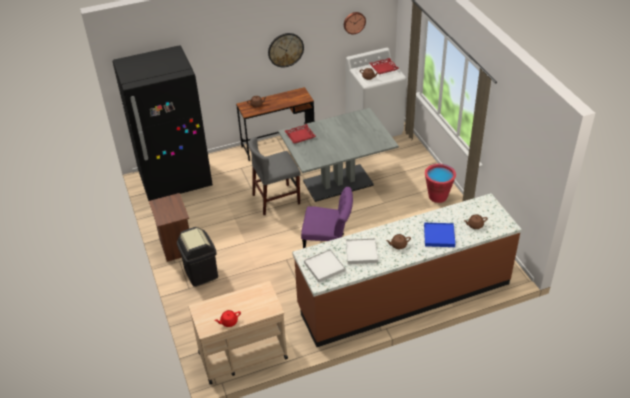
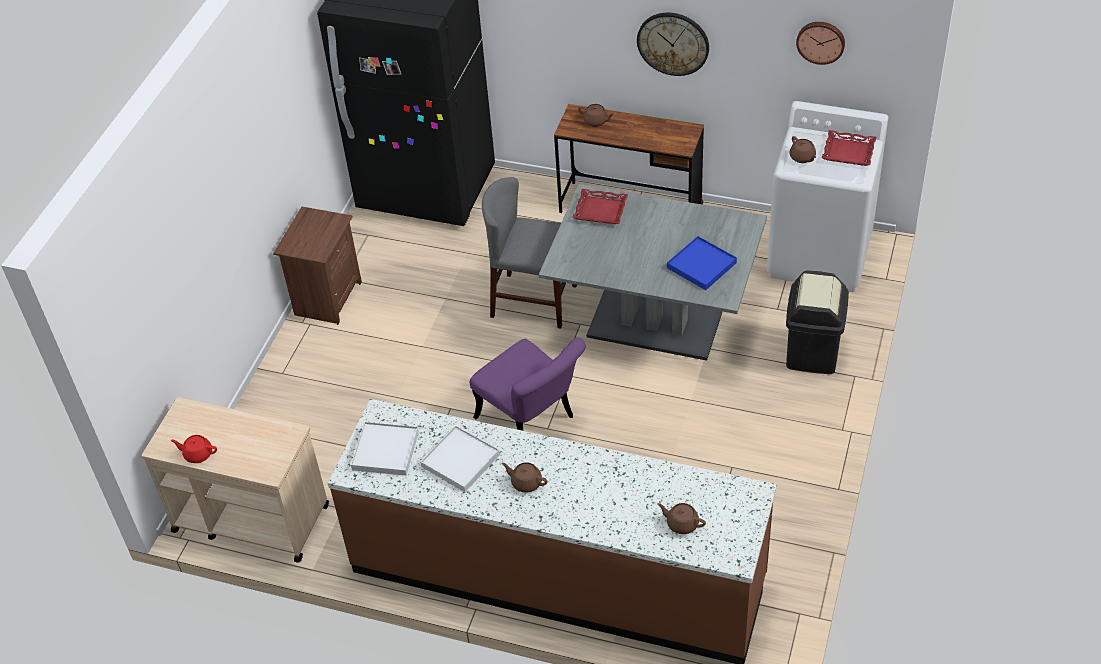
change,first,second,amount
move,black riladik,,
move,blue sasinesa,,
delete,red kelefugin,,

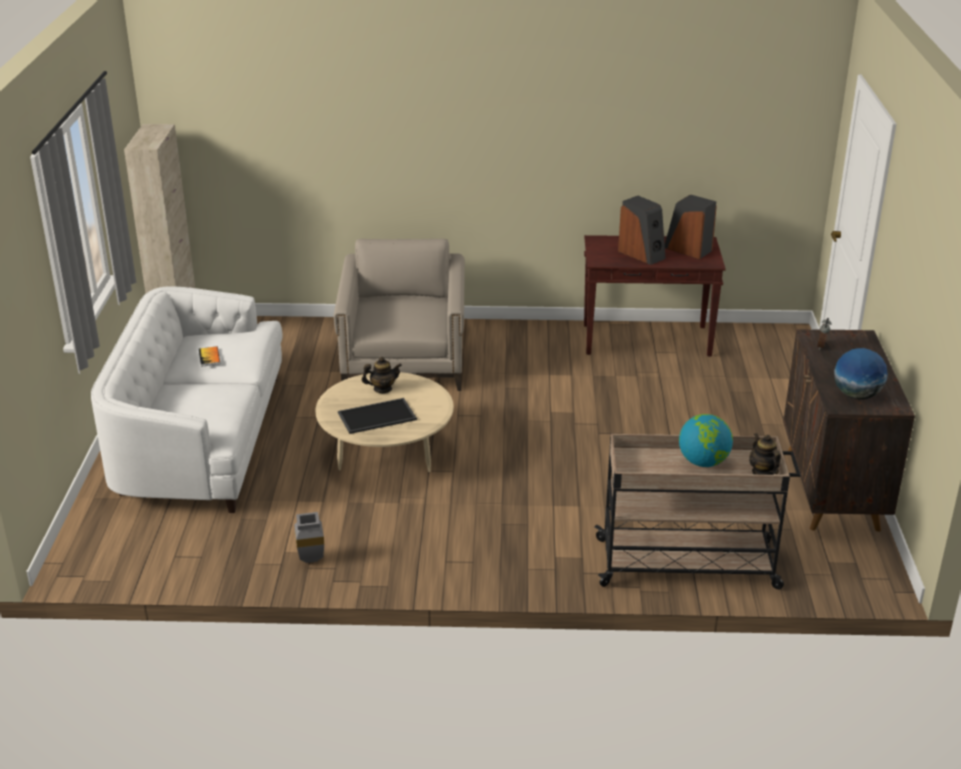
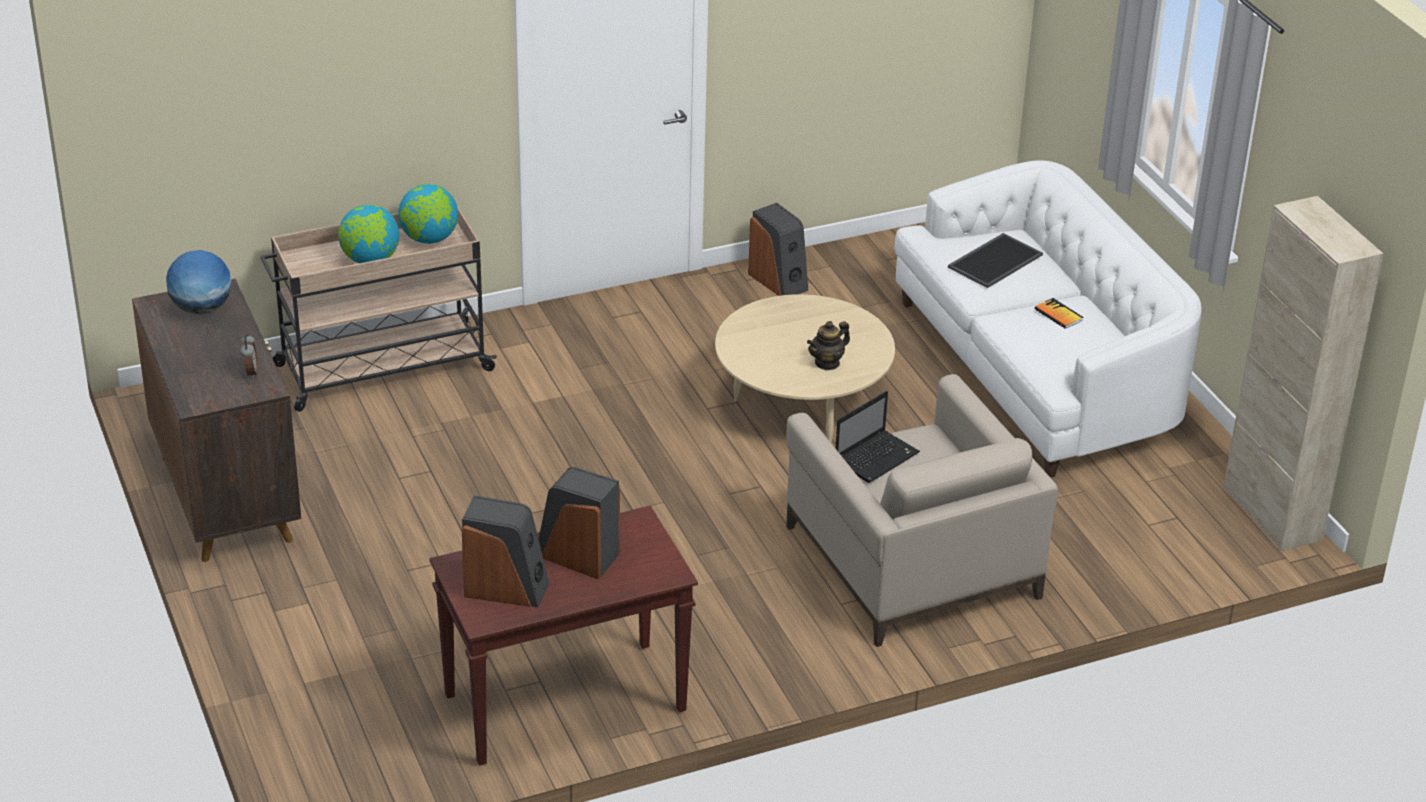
change,first,second,amount
replace,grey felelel,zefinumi (3rd from left),
move,sasinesa,,
delete,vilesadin (2nd from left),,
insert,,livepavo (3rd from left),
insert,,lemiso,

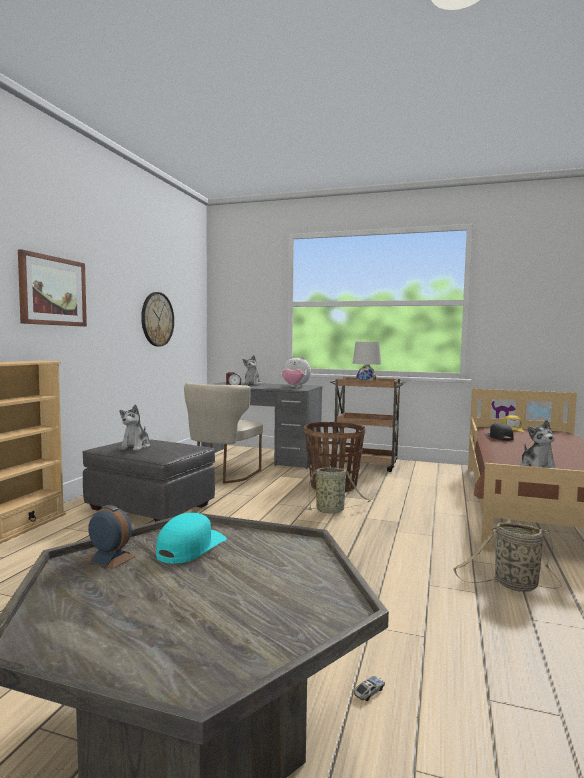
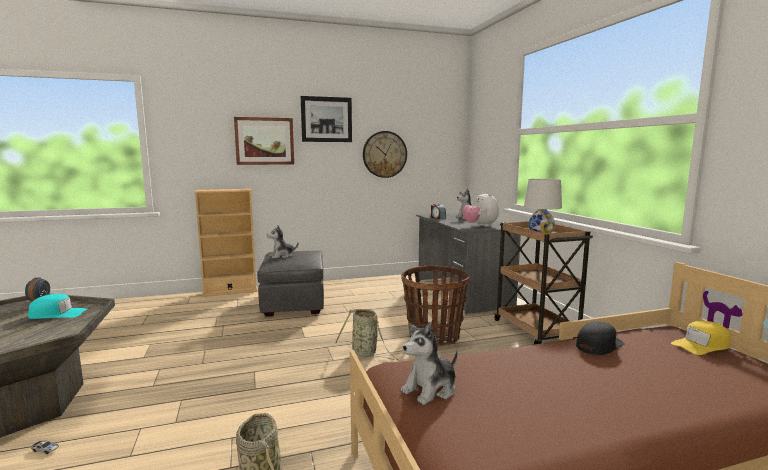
change,first,second,amount
delete,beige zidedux,,
insert,,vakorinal (2nd from left),

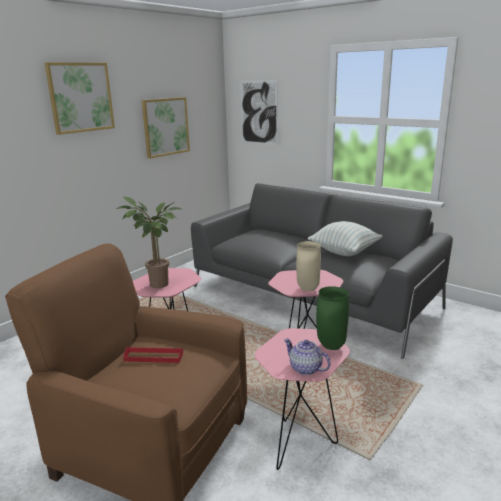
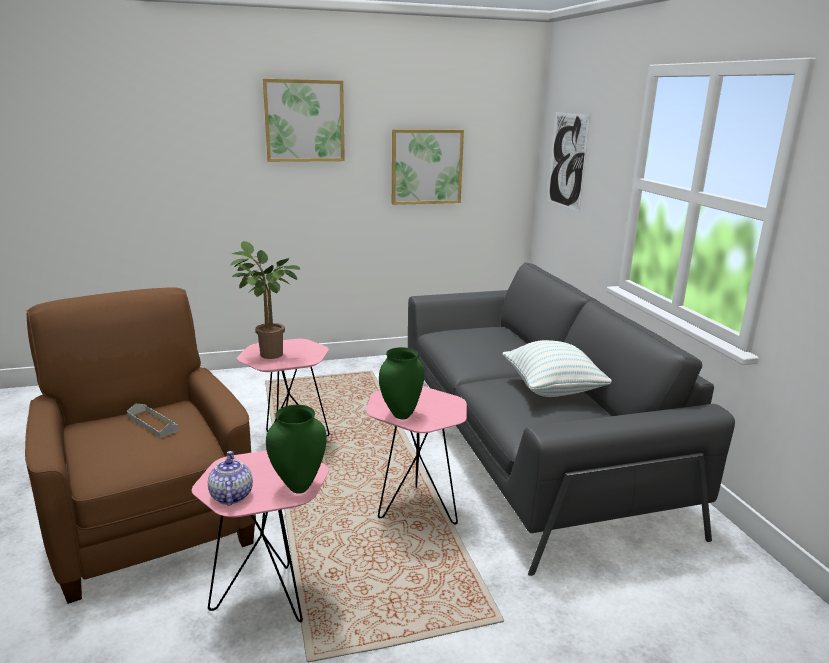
change,first,second,amount
recolor,red sasinesa,grey sasinesa,
recolor,beige felelel,green felelel (2nd from left),

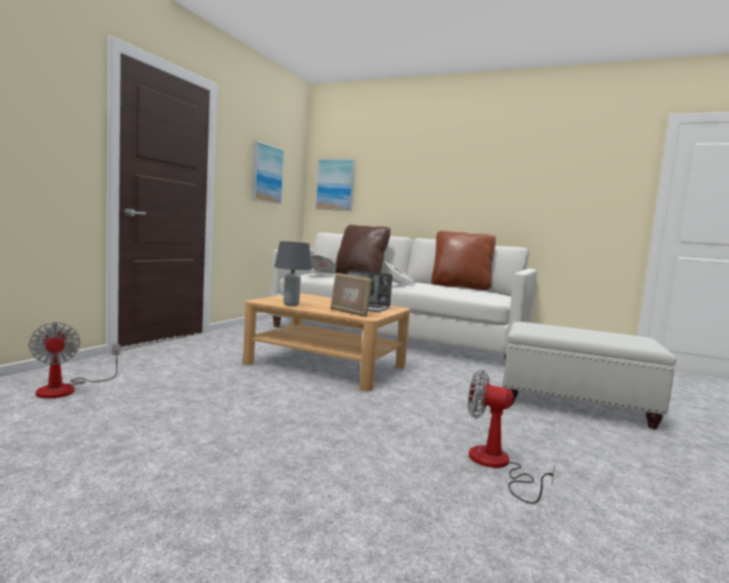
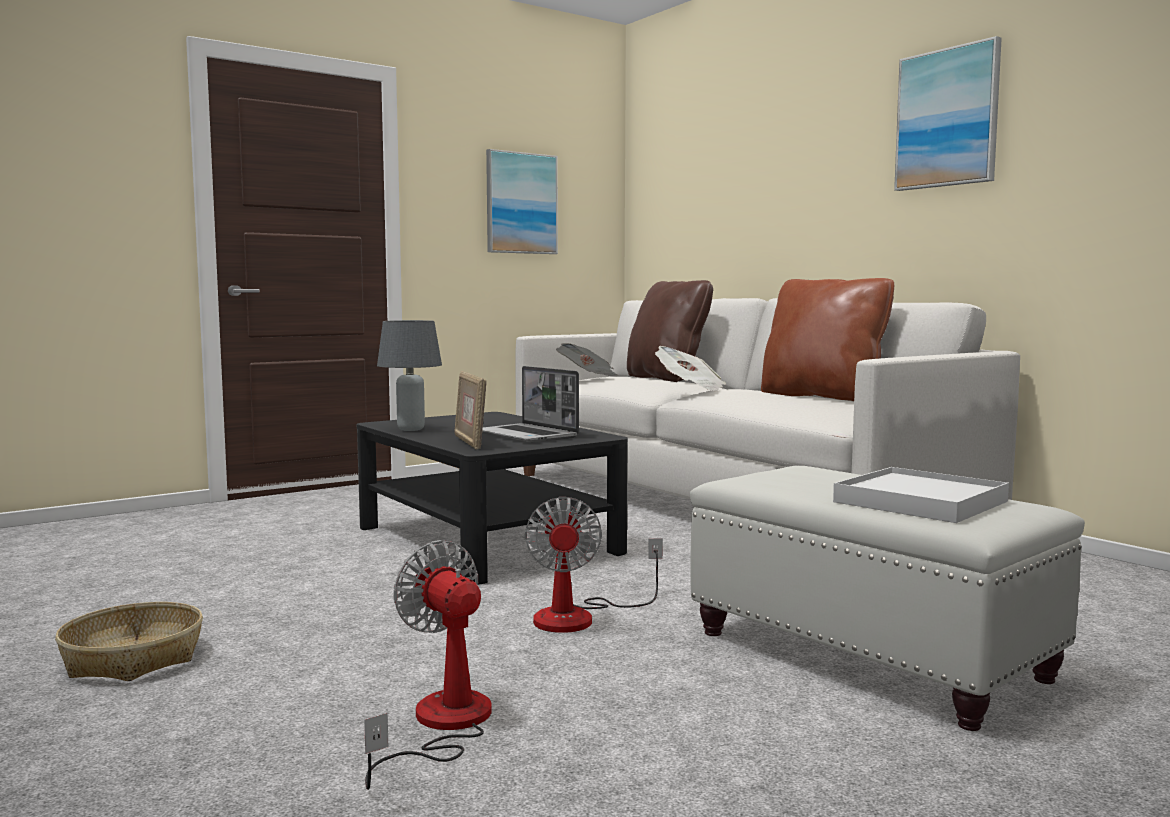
change,first,second,amount
move,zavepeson (1st from left in the first image),zavepeson (2nd from left),
recolor,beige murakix,black murakix,
move,vakorinal (2nd from left),,
insert,,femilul,
insert,,white sasinesa,

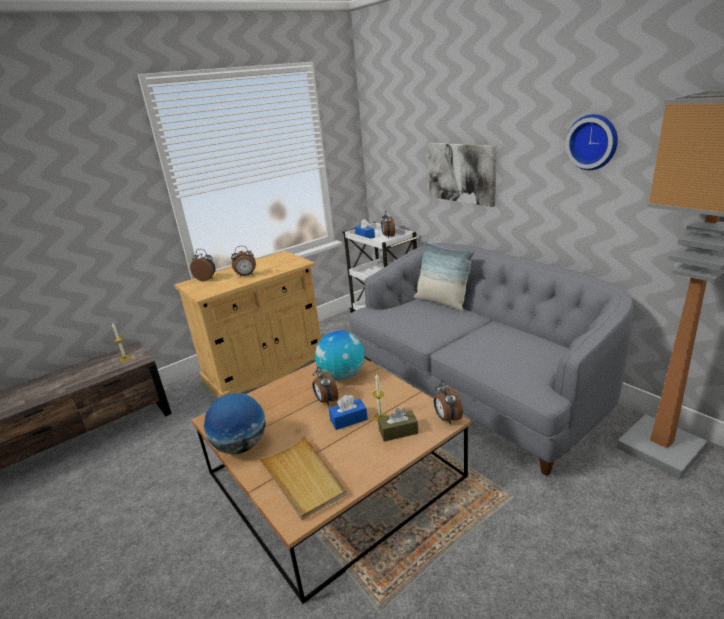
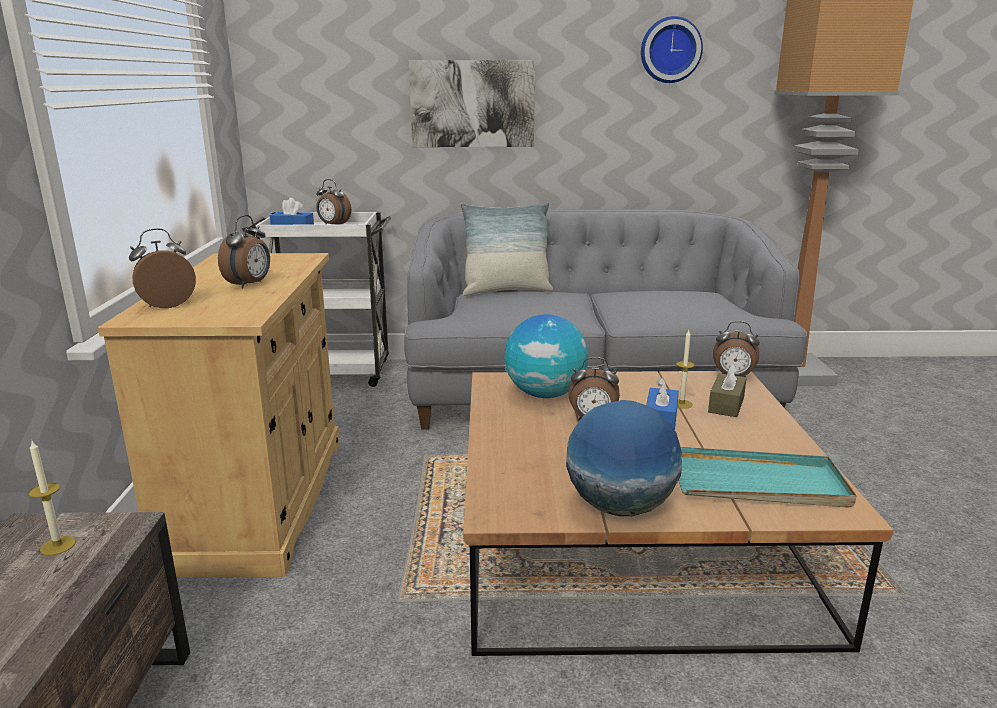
change,first,second,amount
recolor,beige sasinesa,turquoise sasinesa,

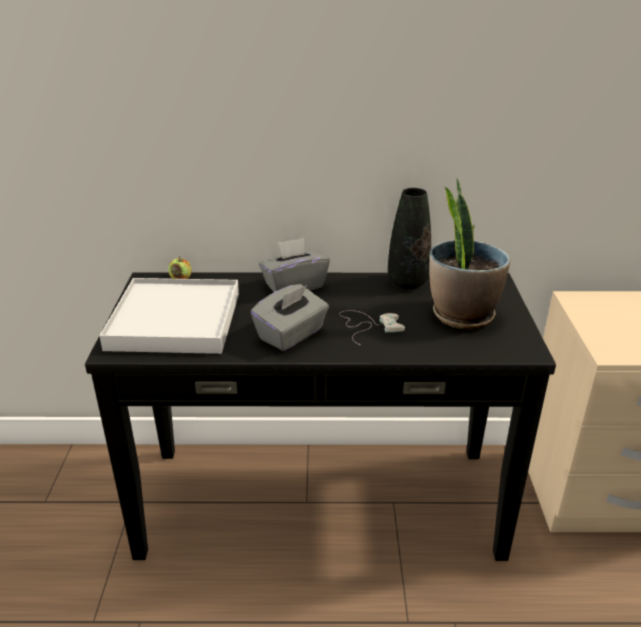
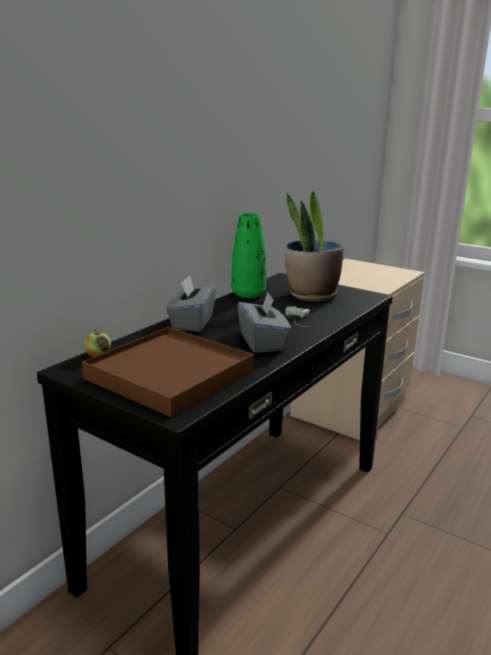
change,first,second,amount
recolor,white sasinesa,brown sasinesa,
recolor,black felelel,green felelel,

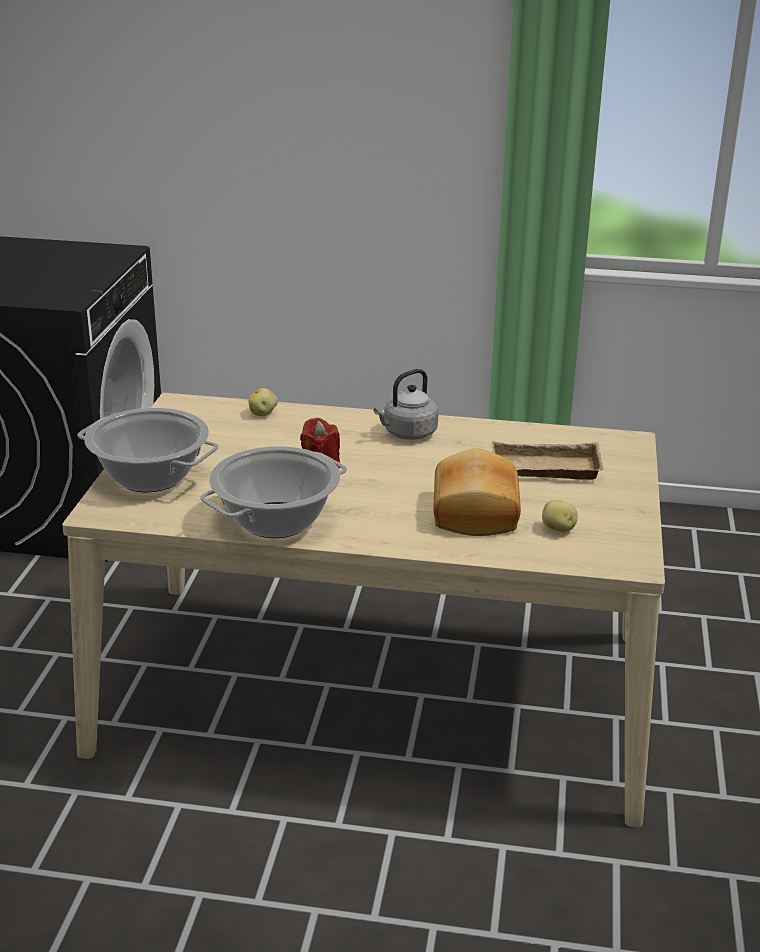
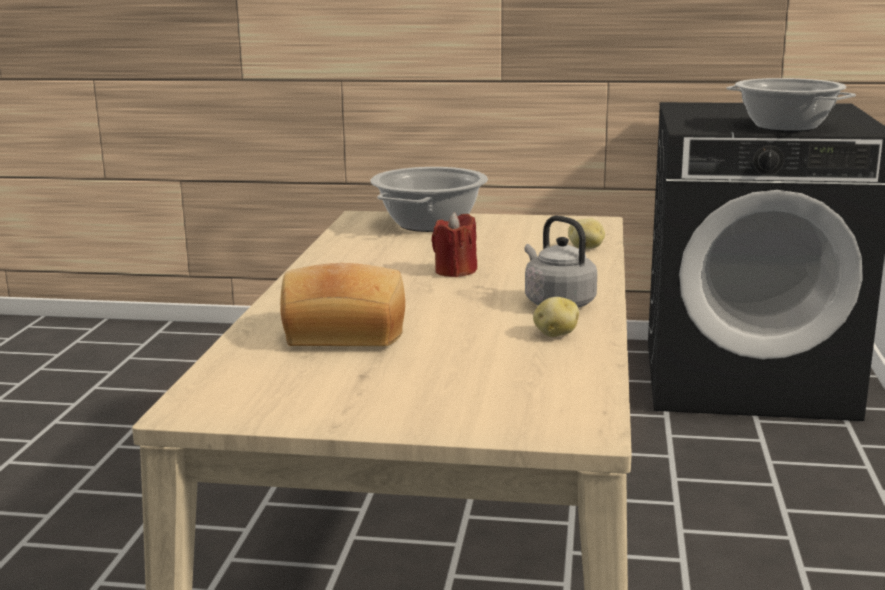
change,first,second,amount
move,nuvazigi (2nd from left),,
delete,beige sasinesa,,
move,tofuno (2nd from left in the first image),tofuno (1st from left),

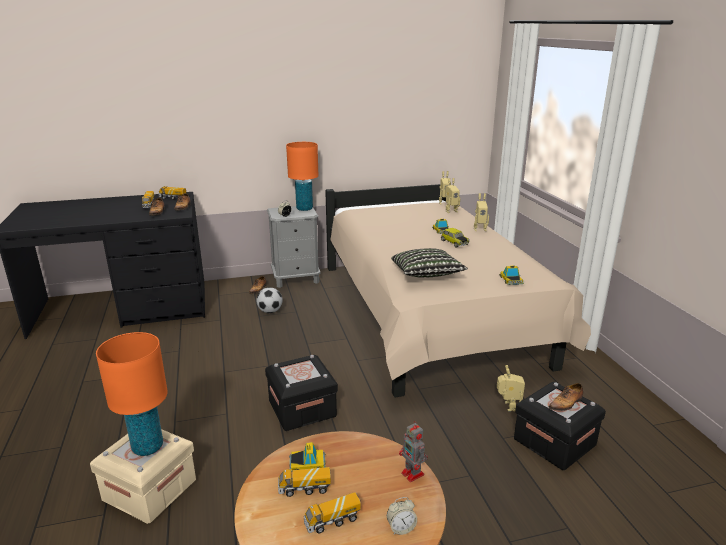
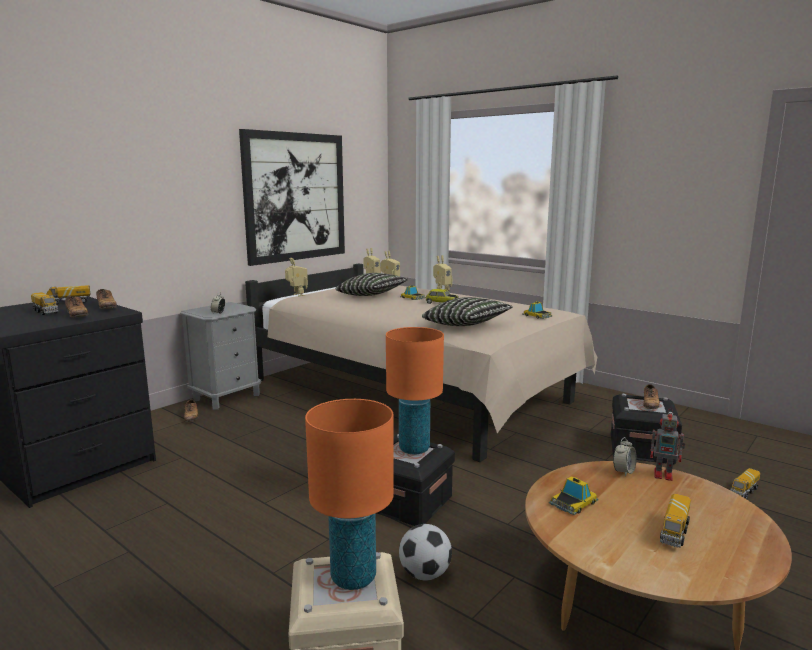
change,first,second,amount
move,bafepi,,
move,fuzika (3rd from left in the first image),fuzika (4th from left),
move,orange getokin (2nd from left),,
move,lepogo (2nd from left),,
move,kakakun (5th from left in the first image),kakakun (1st from left),
insert,,vakorinal,
insert,,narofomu (1st from left),

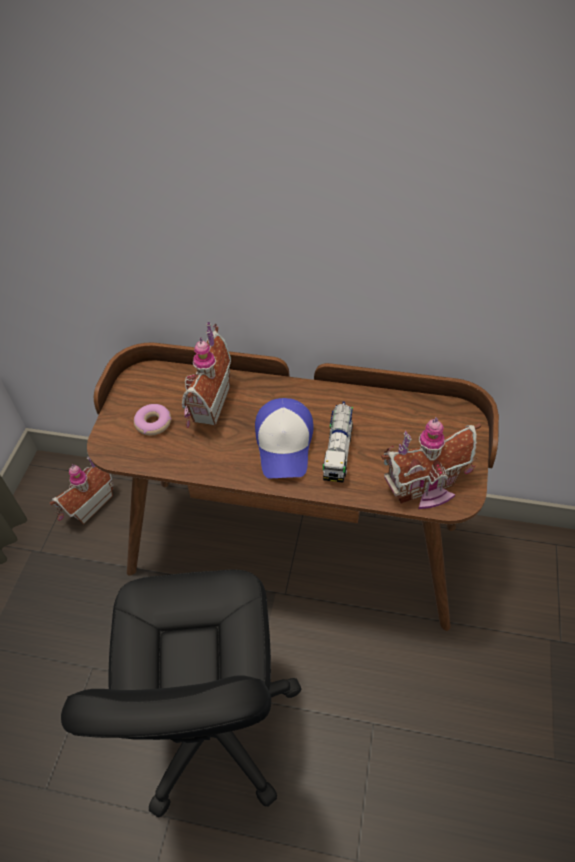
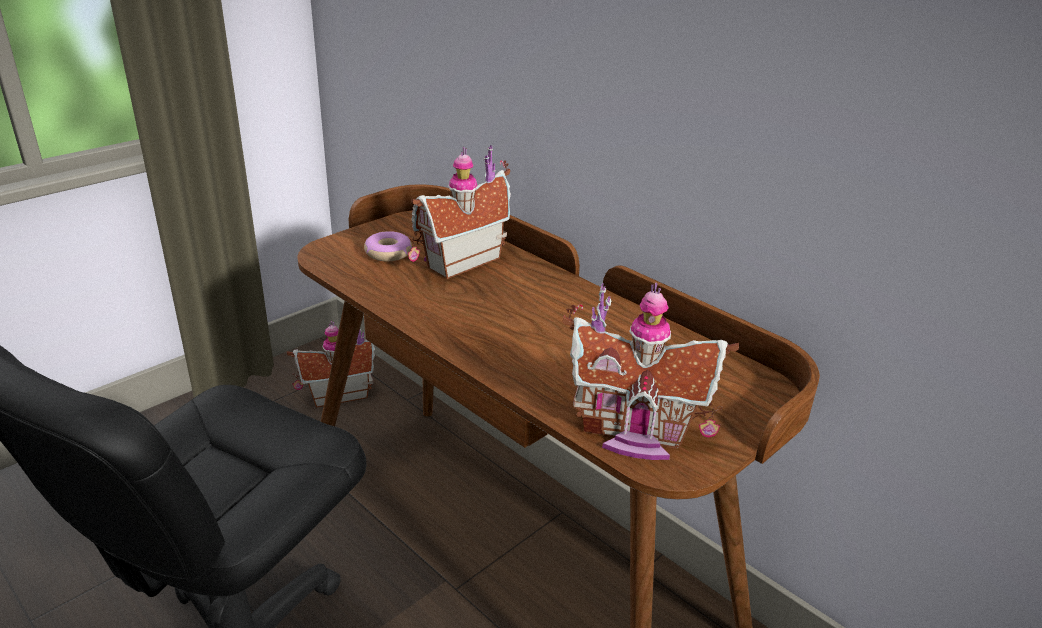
change,first,second,amount
delete,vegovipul,,
delete,fuzika,,

